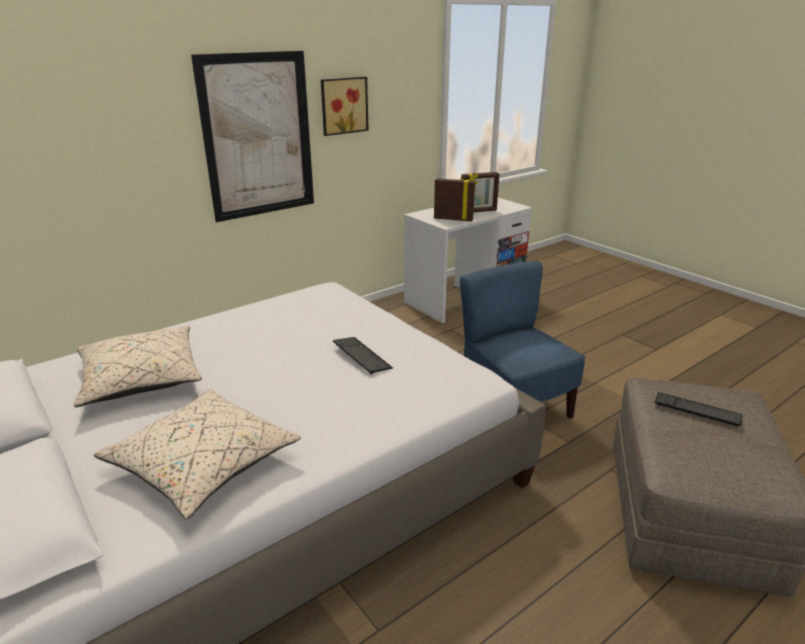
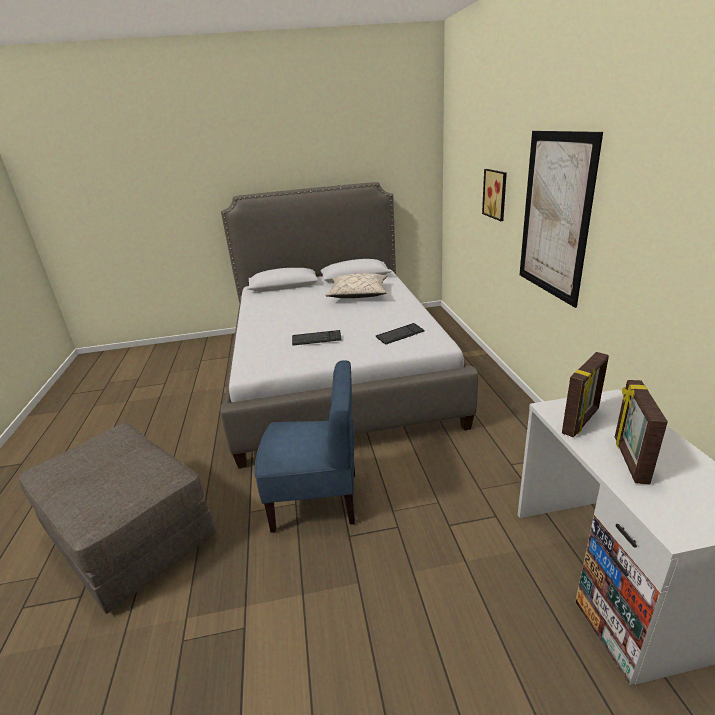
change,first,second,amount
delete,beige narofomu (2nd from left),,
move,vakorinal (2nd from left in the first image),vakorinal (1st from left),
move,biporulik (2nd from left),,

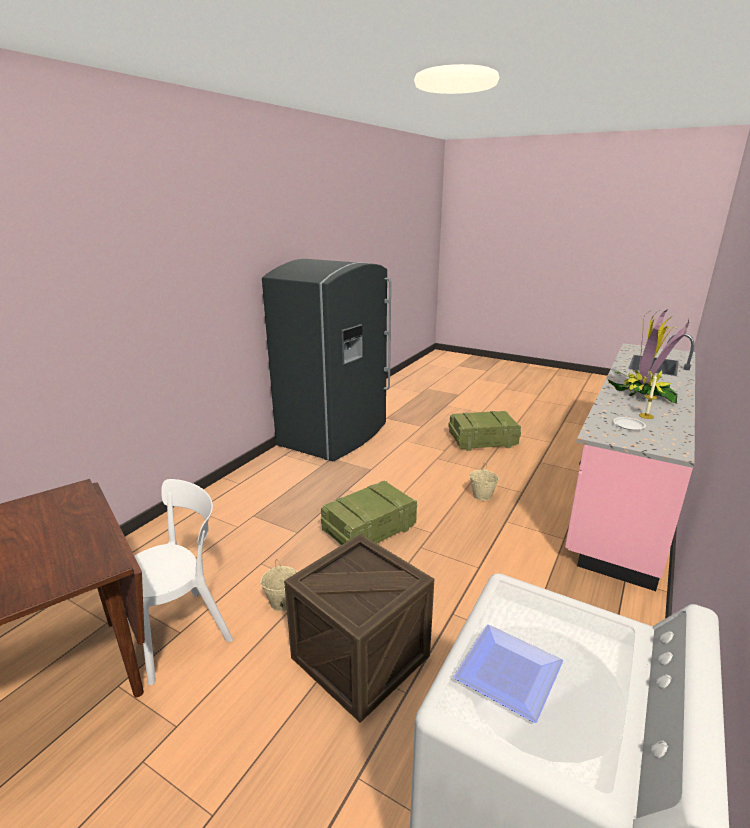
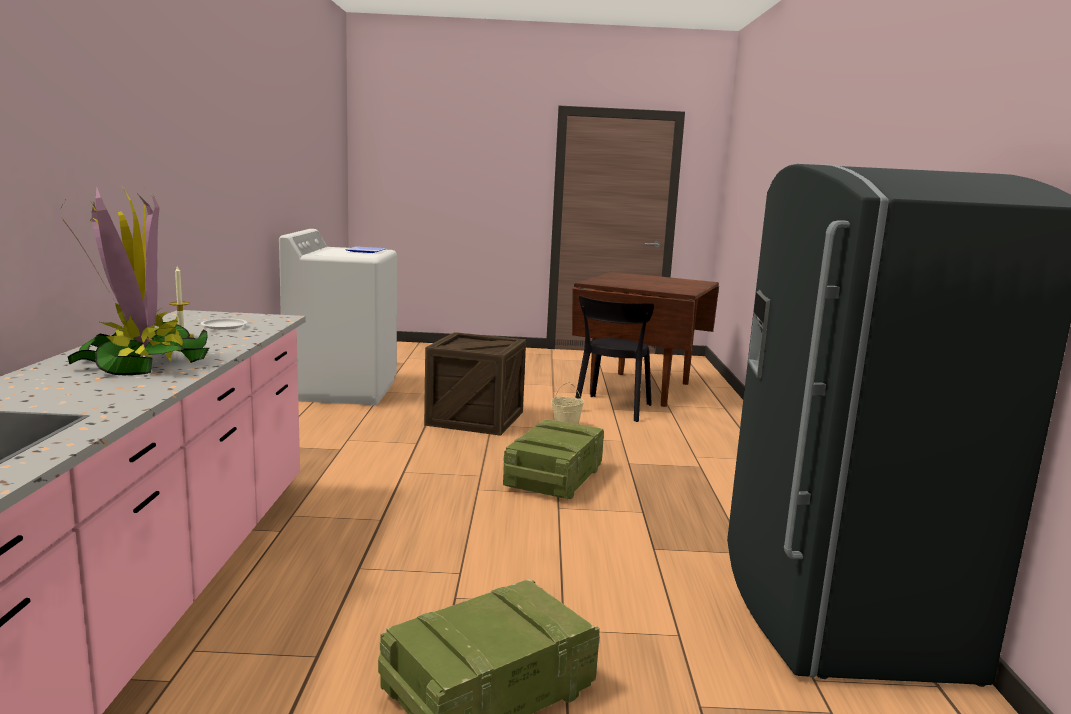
change,first,second,amount
recolor,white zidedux,black zidedux,
delete,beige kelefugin (2nd from left),,

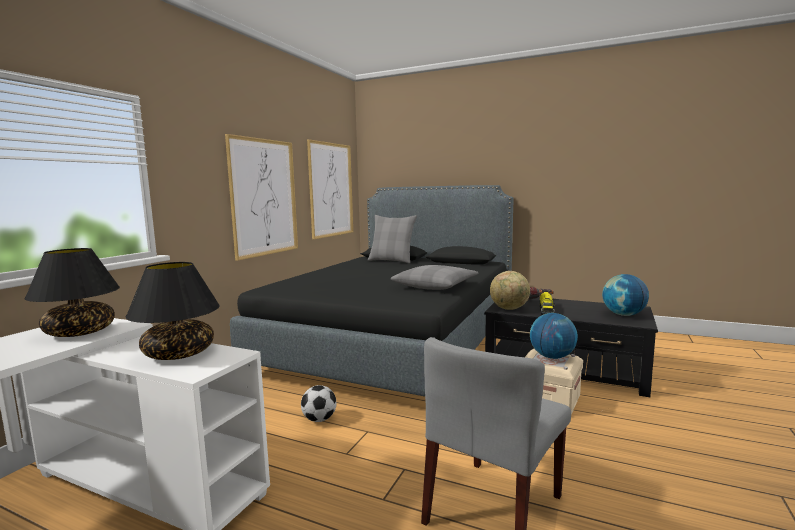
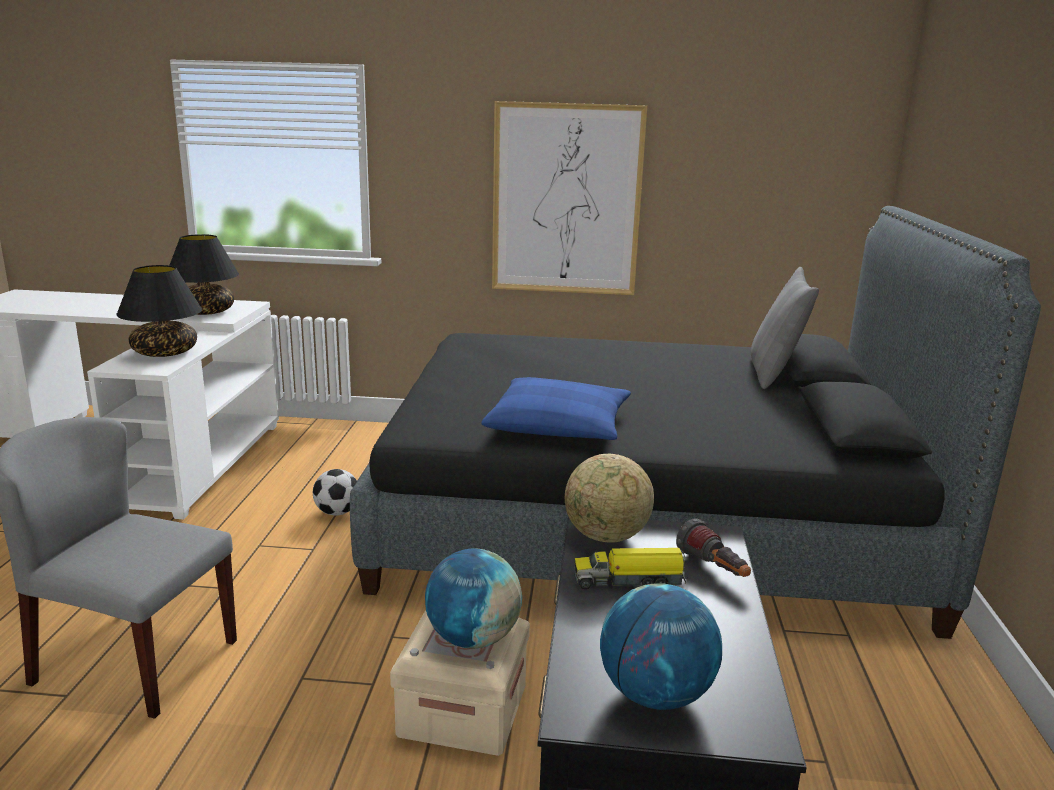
change,first,second,amount
delete,vakorinal (2nd from left),,
recolor,grey narofomu (2nd from left),blue narofomu,

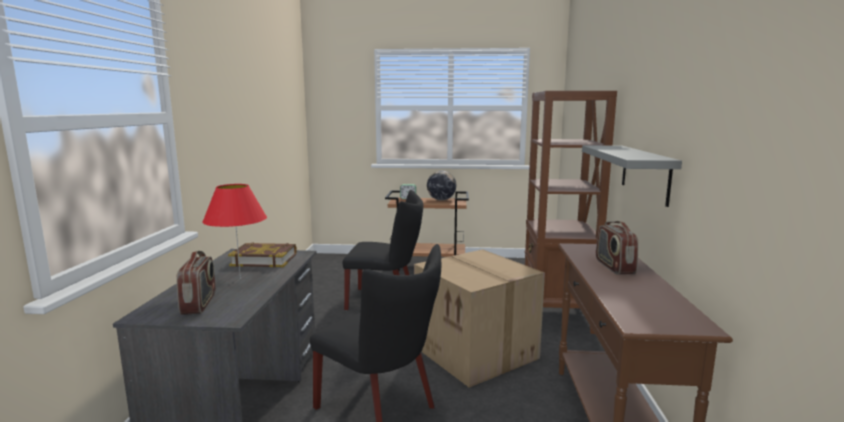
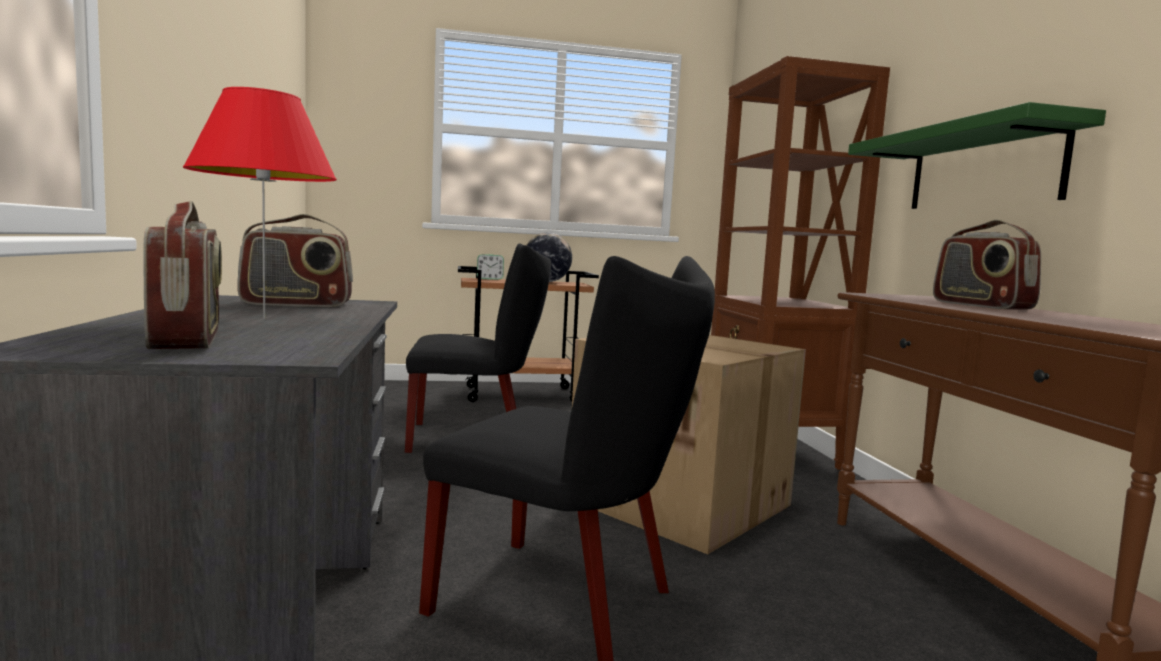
change,first,second,amount
replace,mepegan,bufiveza (2nd from left),
recolor,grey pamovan,green pamovan,

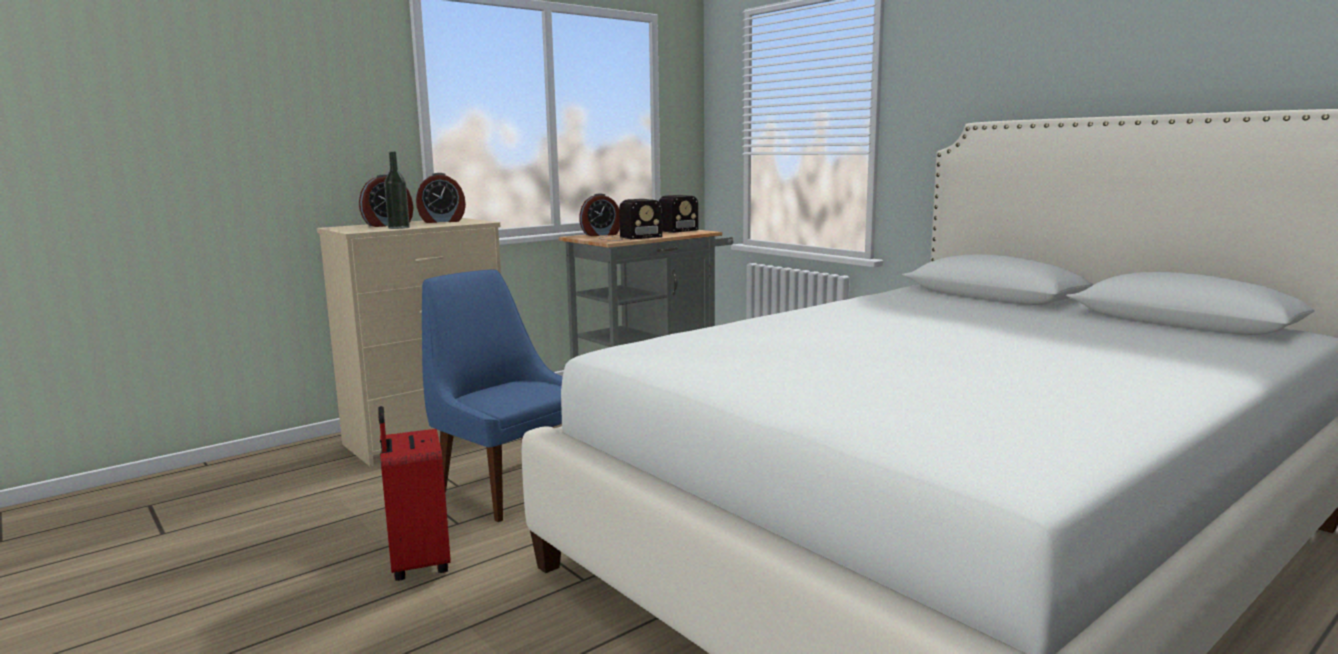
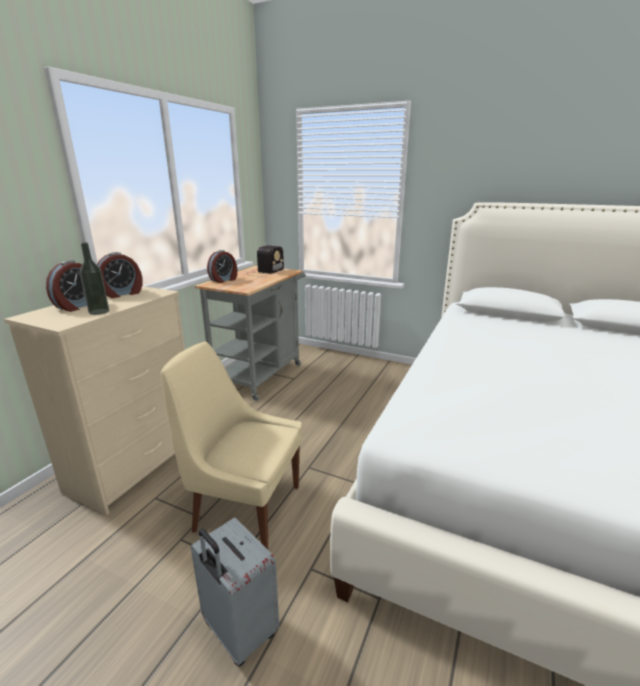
change,first,second,amount
recolor,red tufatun,grey tufatun,
recolor,blue zidedux,beige zidedux,
delete,bufiveza (1st from left),,

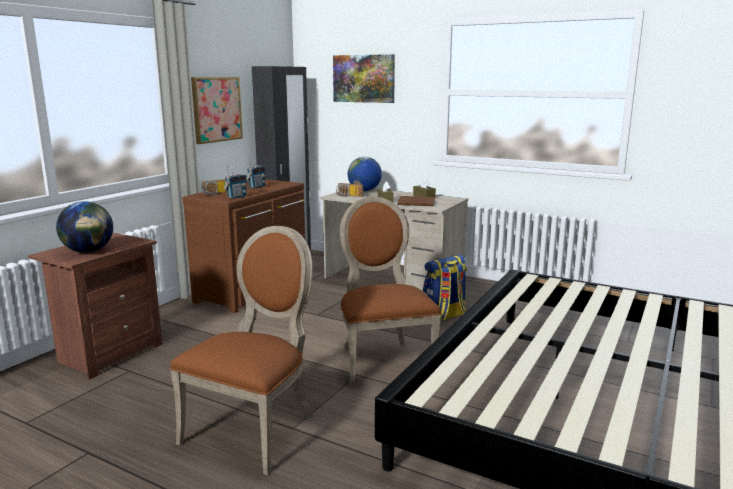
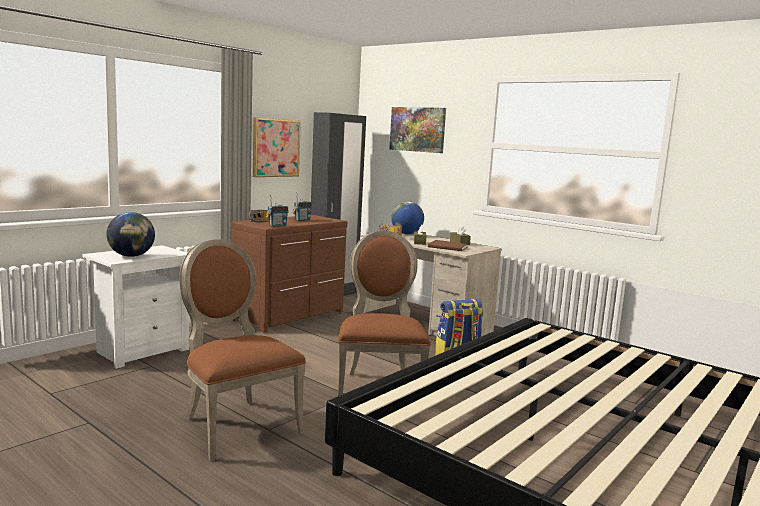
change,first,second,amount
recolor,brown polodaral,white polodaral,
rotate,brown zidedux (1st from left),,75 degrees counterclockwise

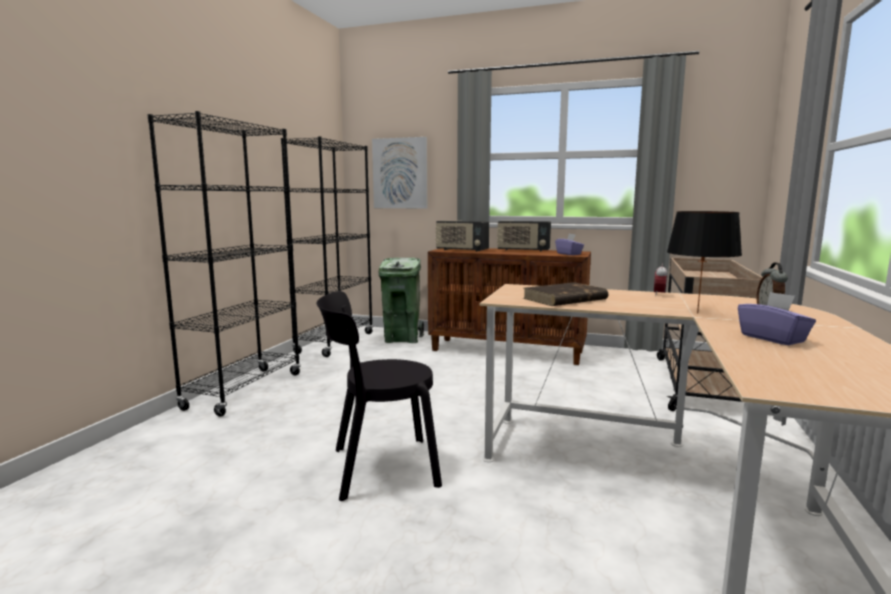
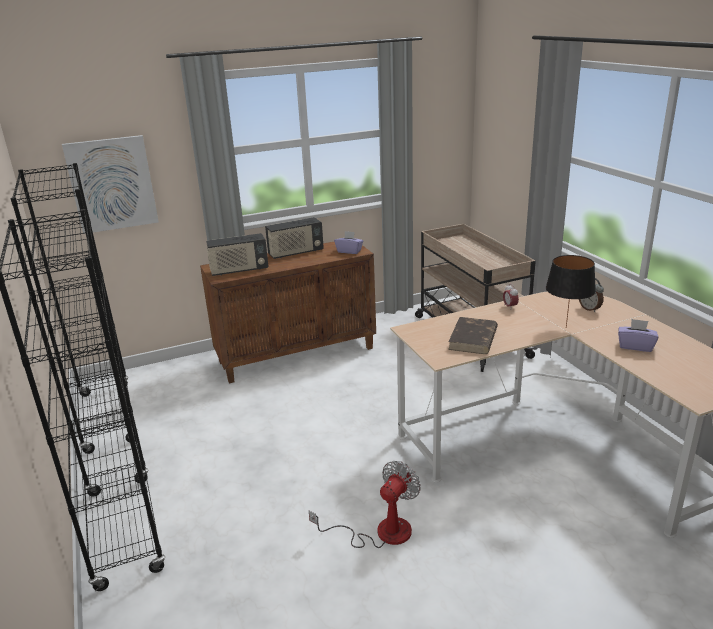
change,first,second,amount
replace,black zidedux,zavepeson,
delete,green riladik,,

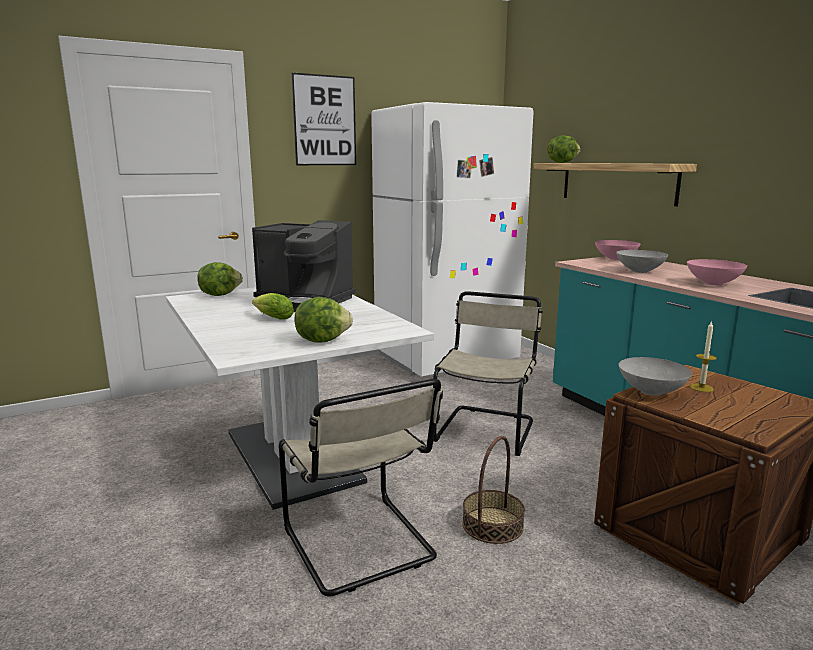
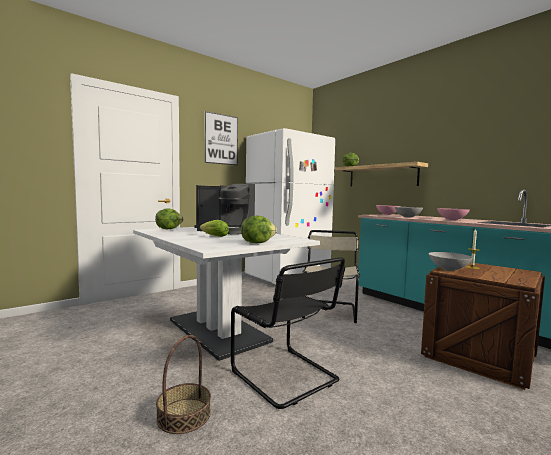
change,first,second,amount
recolor,beige zidedux (1st from left),black zidedux,
move,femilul,,

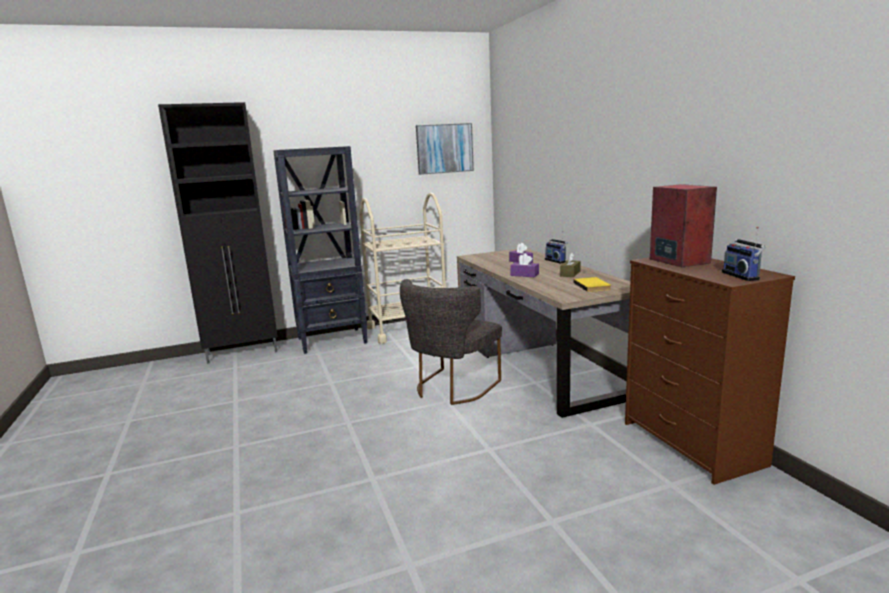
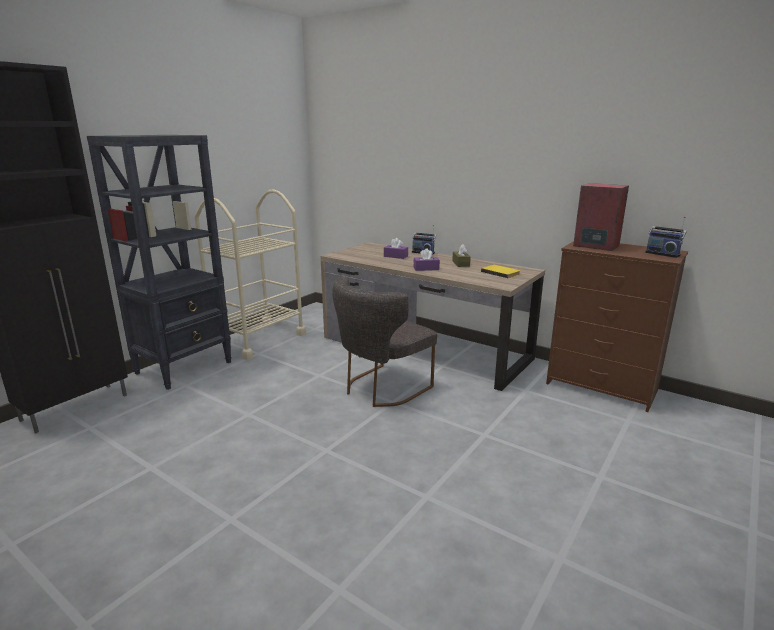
change,first,second,amount
rotate,grey zidedux,,45 degrees clockwise
delete,vakorinal,,

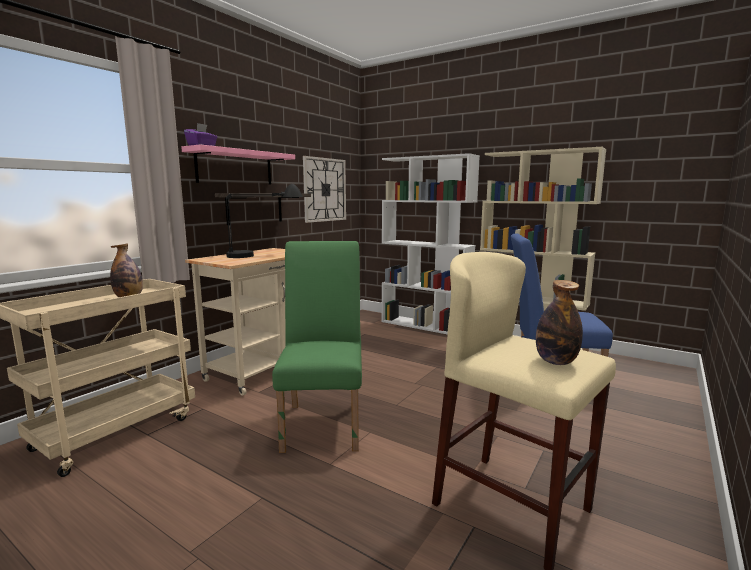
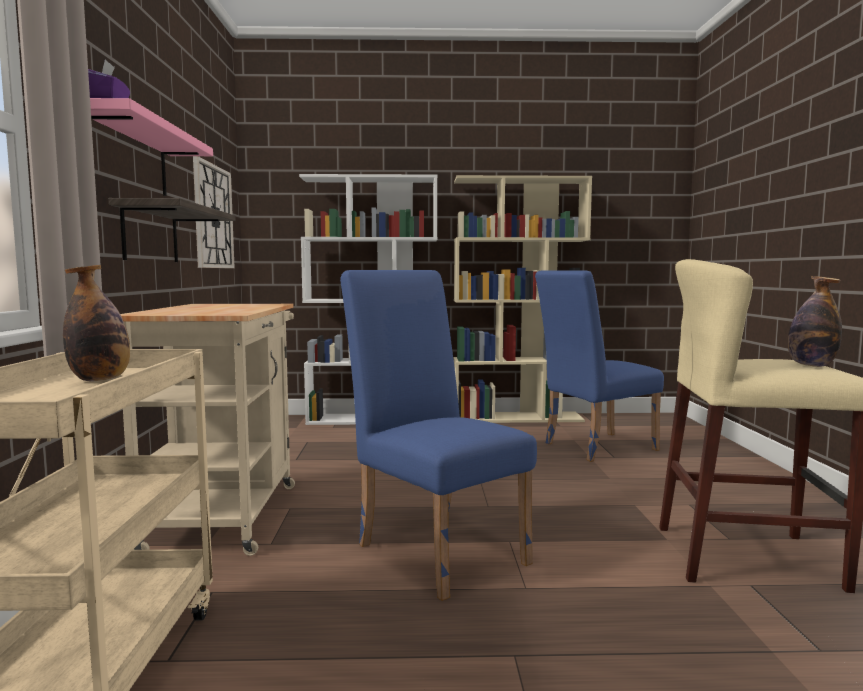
change,first,second,amount
delete,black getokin,,
recolor,green zidedux,blue zidedux (1st from left),

